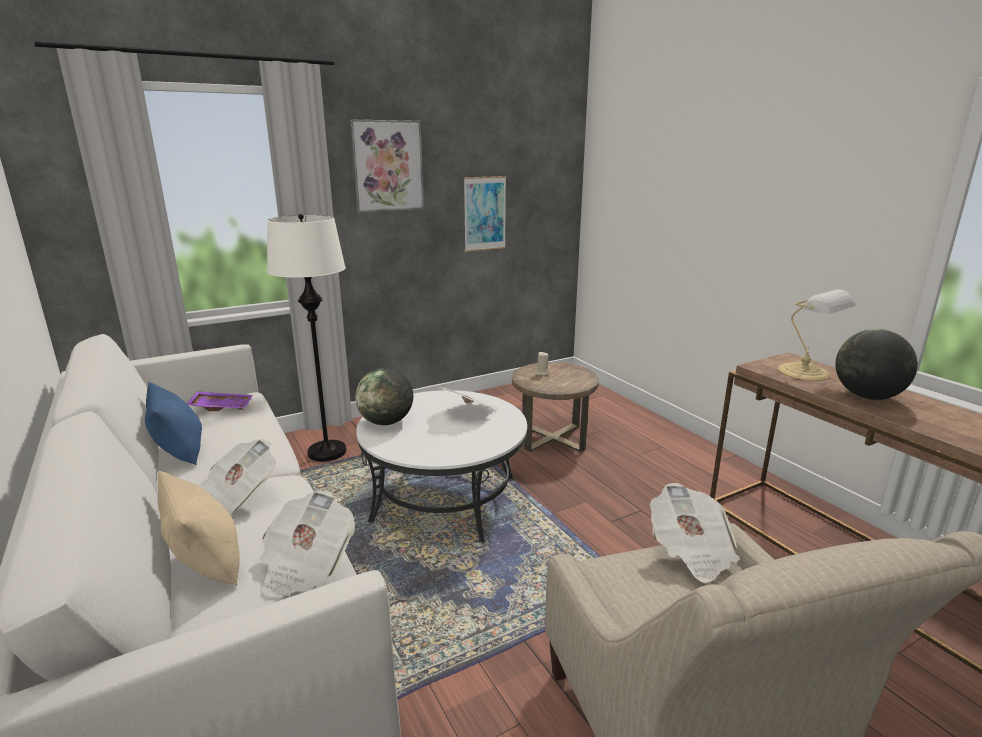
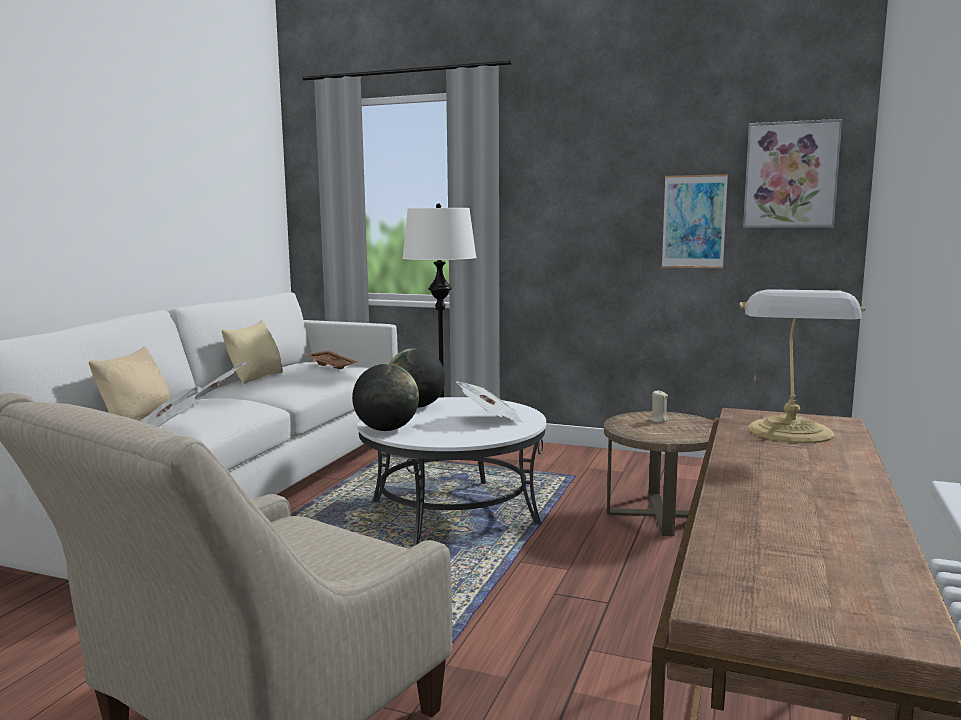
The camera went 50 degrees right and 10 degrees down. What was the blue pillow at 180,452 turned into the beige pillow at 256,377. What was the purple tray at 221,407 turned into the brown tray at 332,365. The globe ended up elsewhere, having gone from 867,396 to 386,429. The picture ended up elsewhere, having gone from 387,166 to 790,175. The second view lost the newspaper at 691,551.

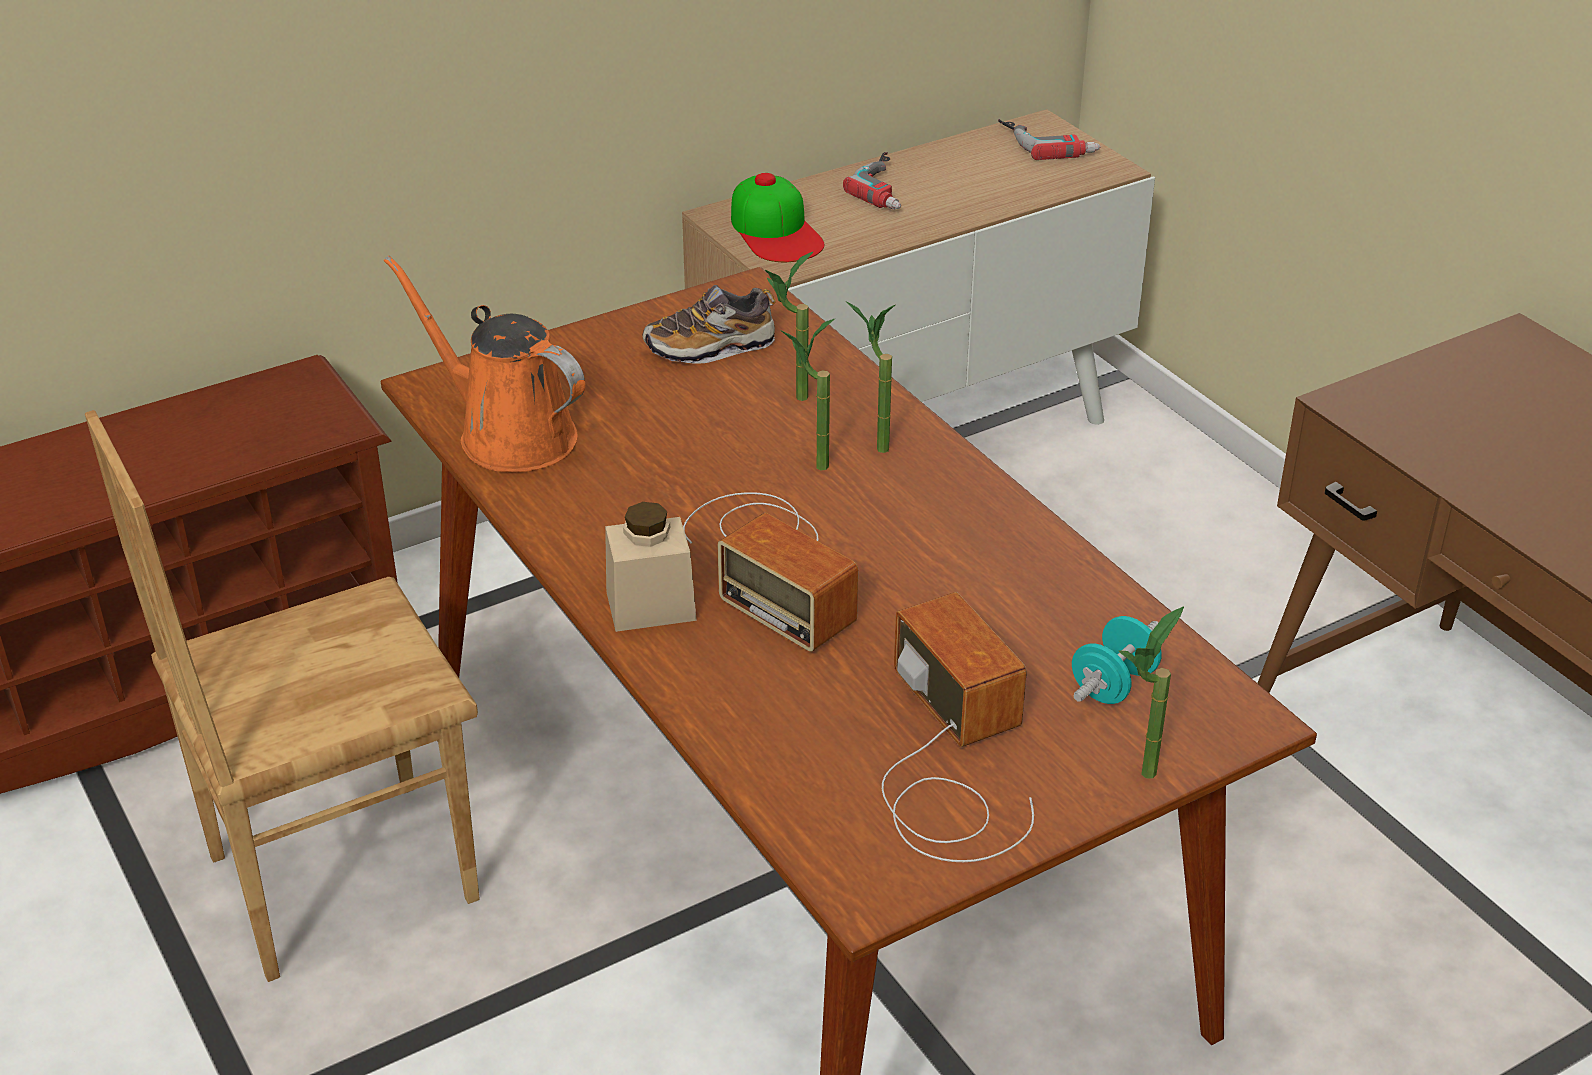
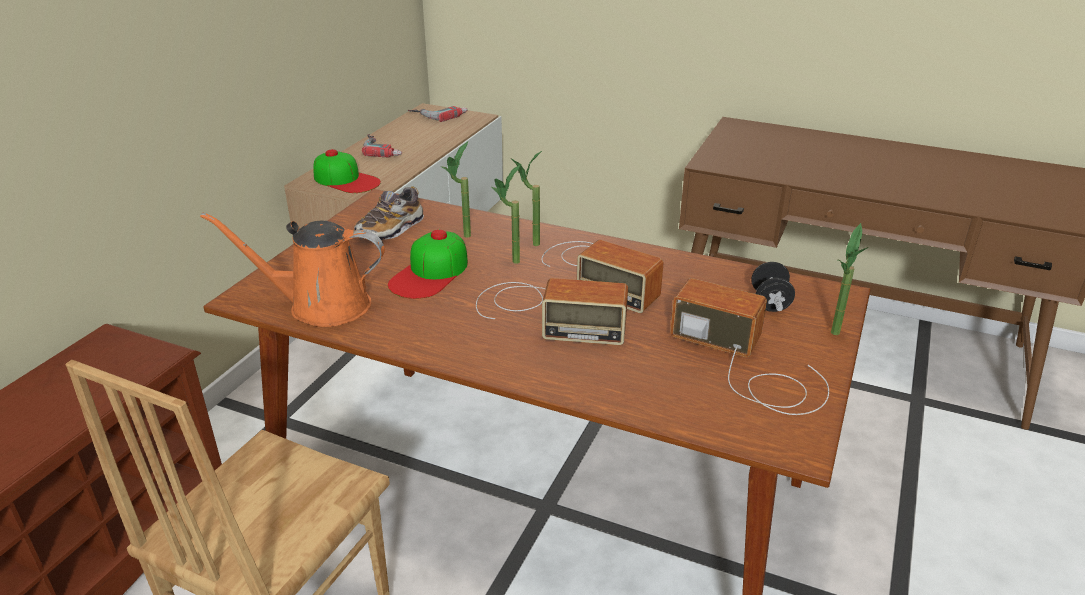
The camera went 35 degrees left and 5 degrees down. The second view gained the cap at 430,273. The second view gained the radio at 598,273. What was the turquoise dumbbell at 1113,685 turned into the black dumbbell at 770,302. The second view lost the beige jar at 651,606.

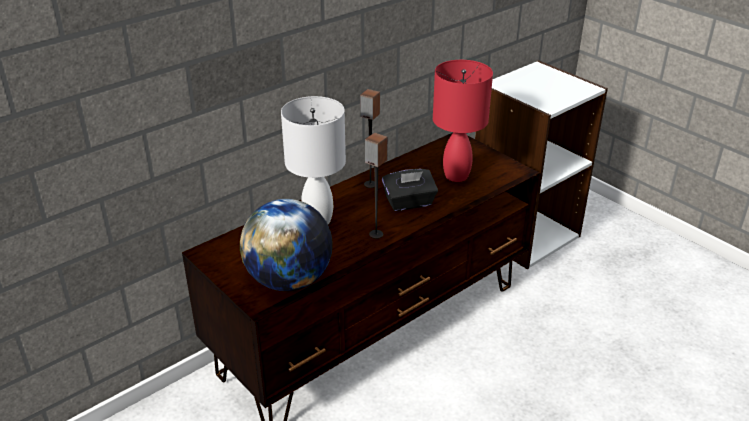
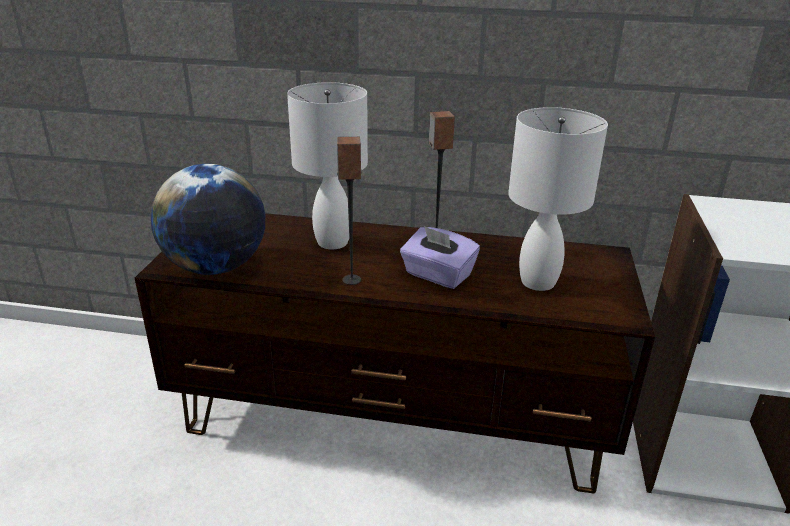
The camera went 50 degrees right and 5 degrees down. What was the black tissue box at 409,203 turned into the purple tissue box at 437,275. What was the red table lamp at 455,175 turned into the white table lamp at 538,281.

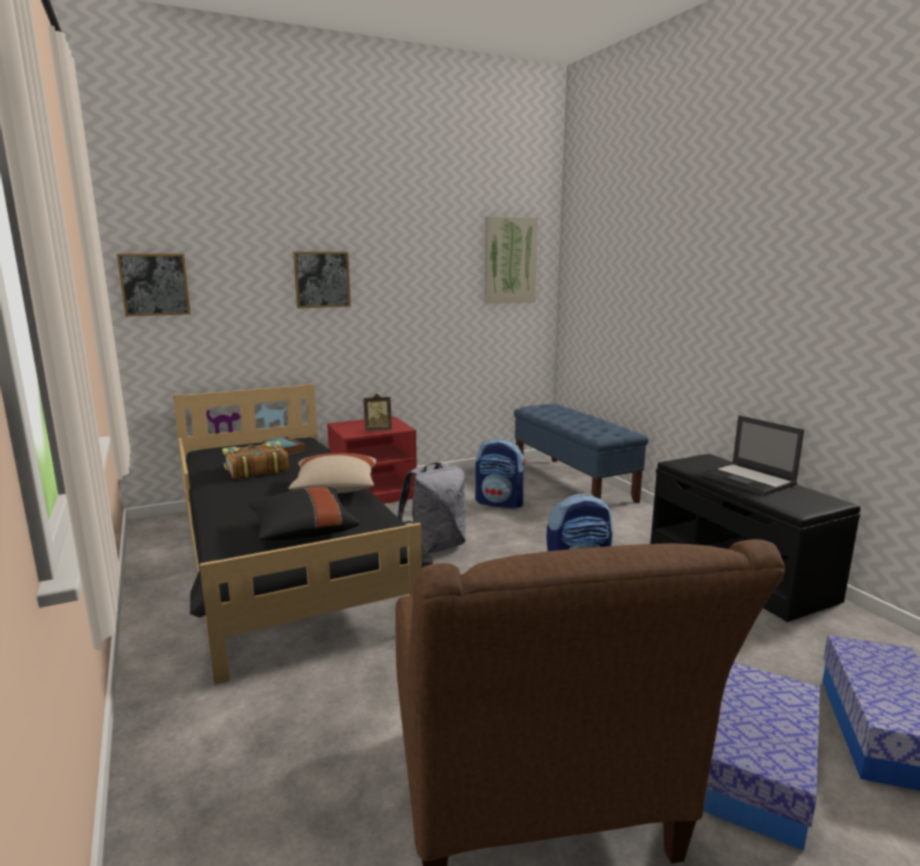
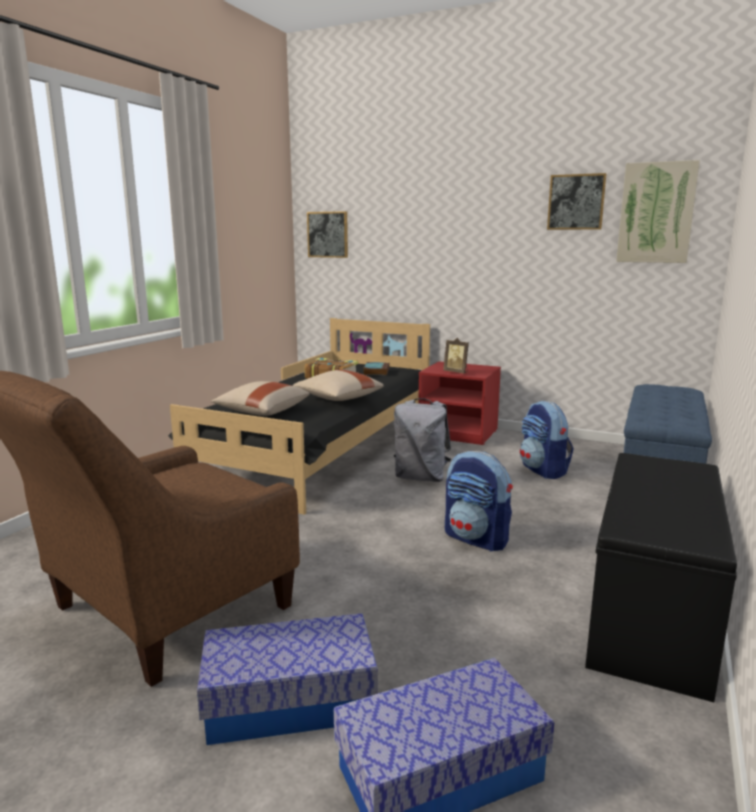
The camera went 50 degrees right and 0 degrees up. What was the black pillow at 302,531 turned into the beige pillow at 261,411. The picture ended up elsewhere, having gone from 322,279 to 576,202. The second view lost the laptop at 749,480.

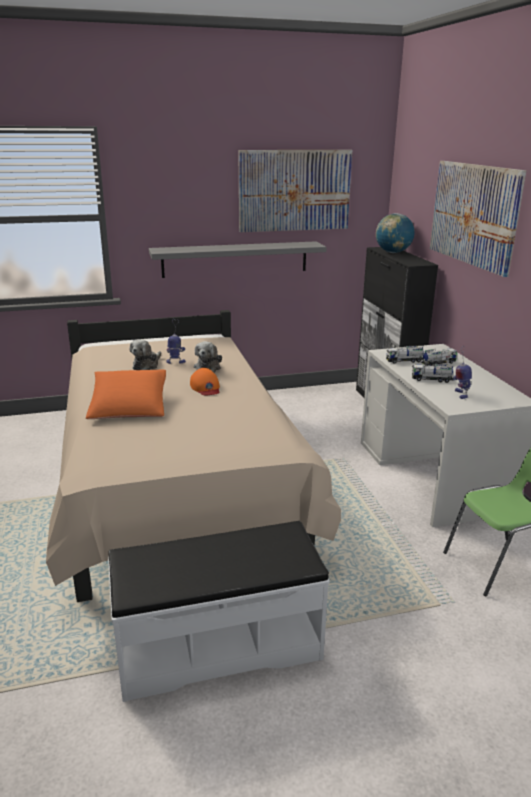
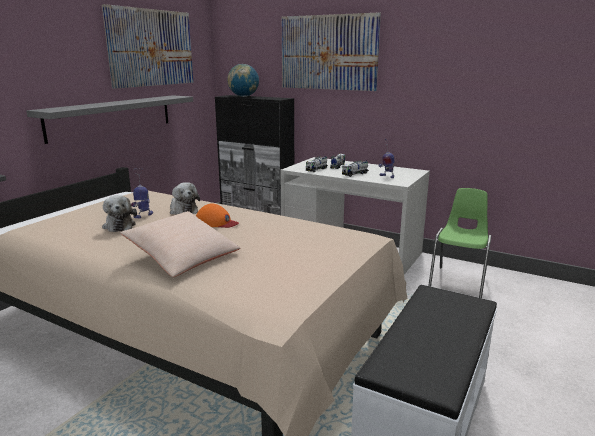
The camera went 45 degrees left and 5 degrees down. What was the orange pillow at 129,407 turned into the beige pillow at 183,257.

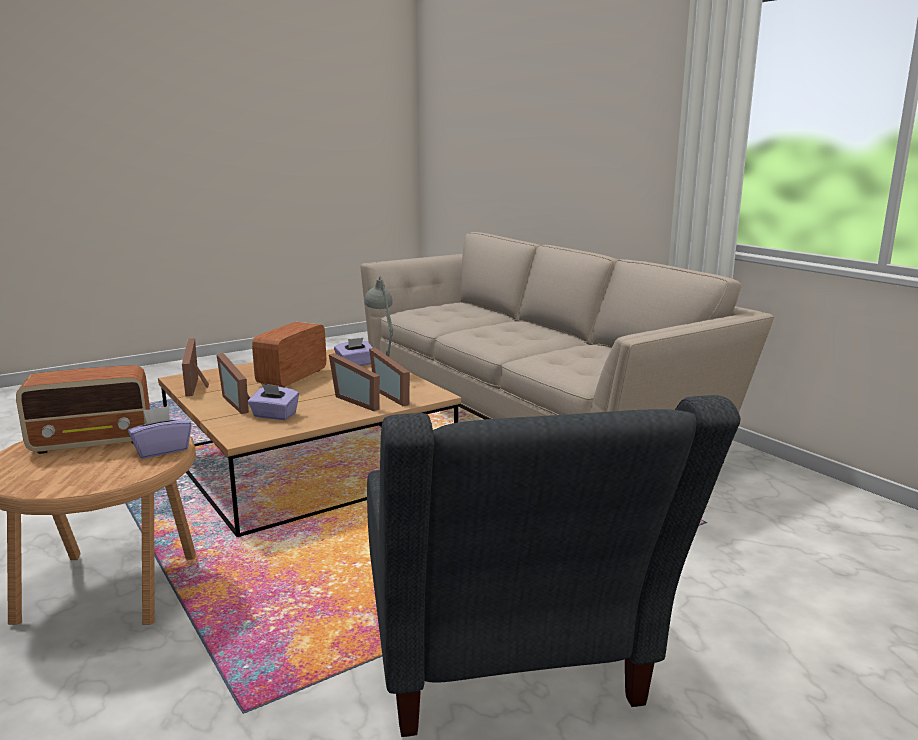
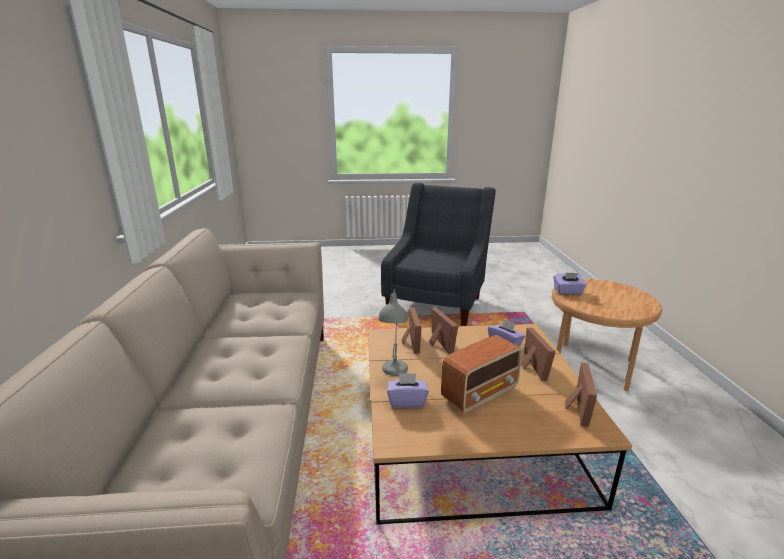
The camera went 150 degrees left and 5 degrees up. The second view lost the radio at 93,441.

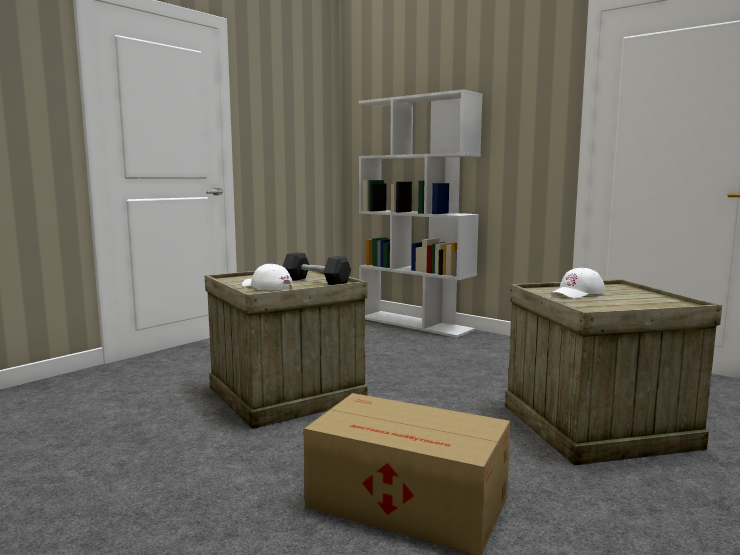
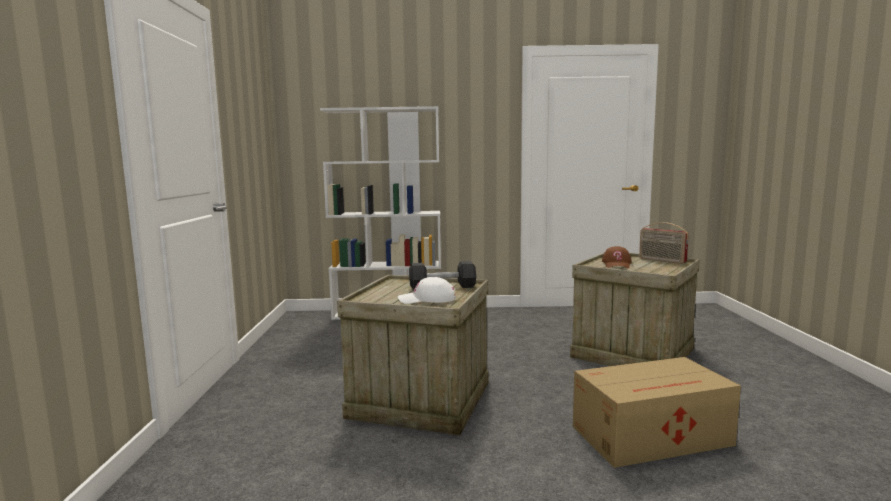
The camera went 40 degrees left and 0 degrees up. What was the white cap at 577,293 turned into the brown cap at 617,264. The second view gained the radio at 661,261.

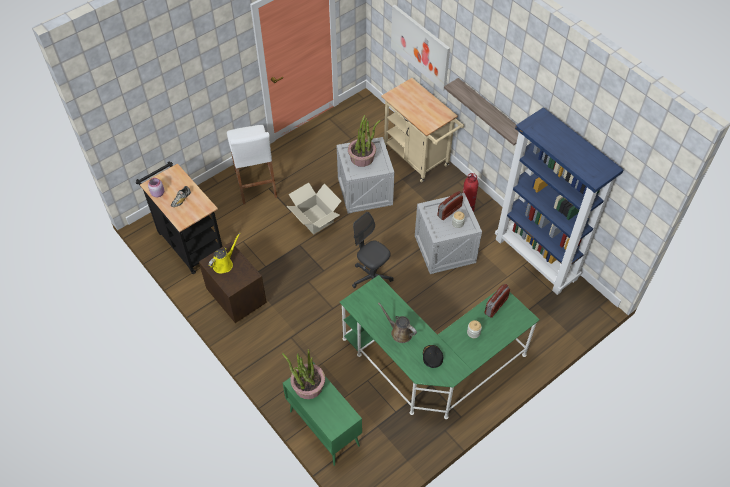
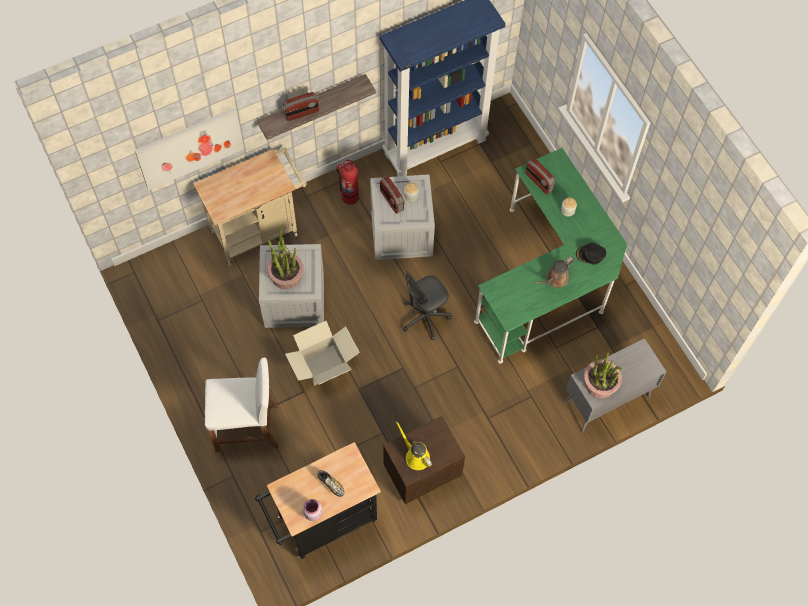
The camera went 80 degrees left and 10 degrees up. The second view gained the radio at 301,113. What was the green cabinet at 323,428 turned into the grey cabinet at 606,401.

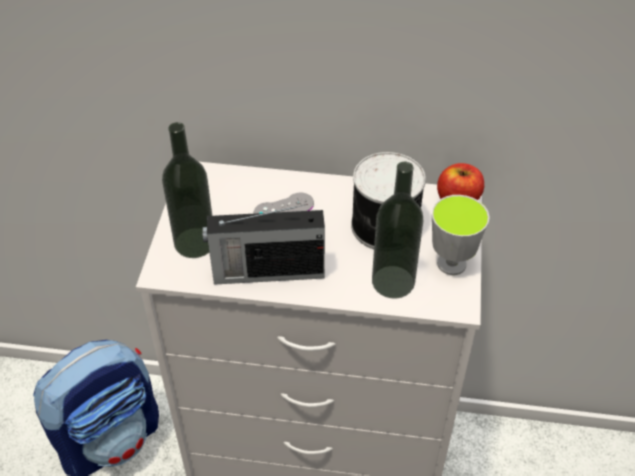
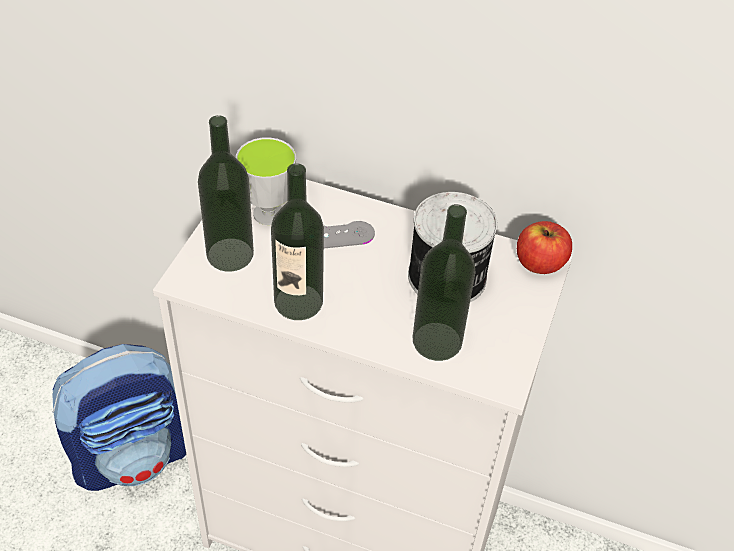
The camera went 10 degrees right and 0 degrees up. The cup ended up elsewhere, having gone from 451,264 to 268,214. Where the radio stood at 266,272, the bottle came to stand at 298,302.

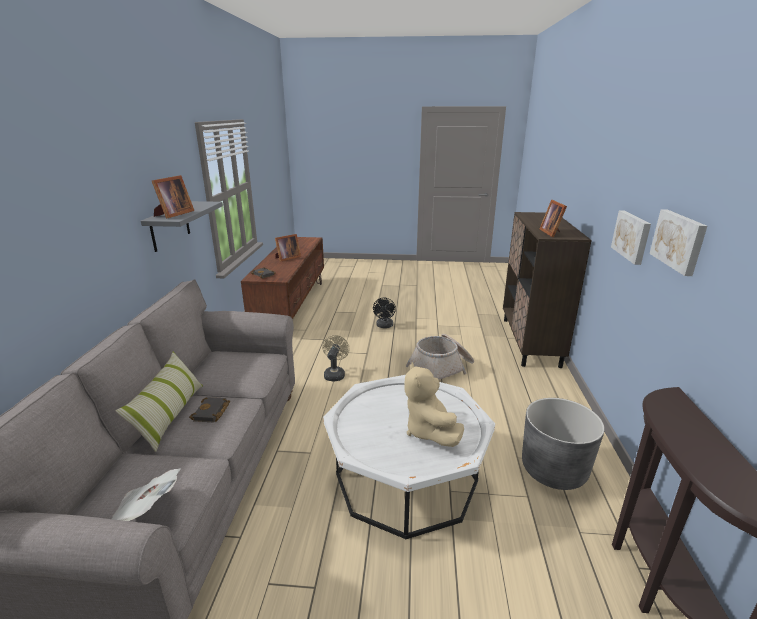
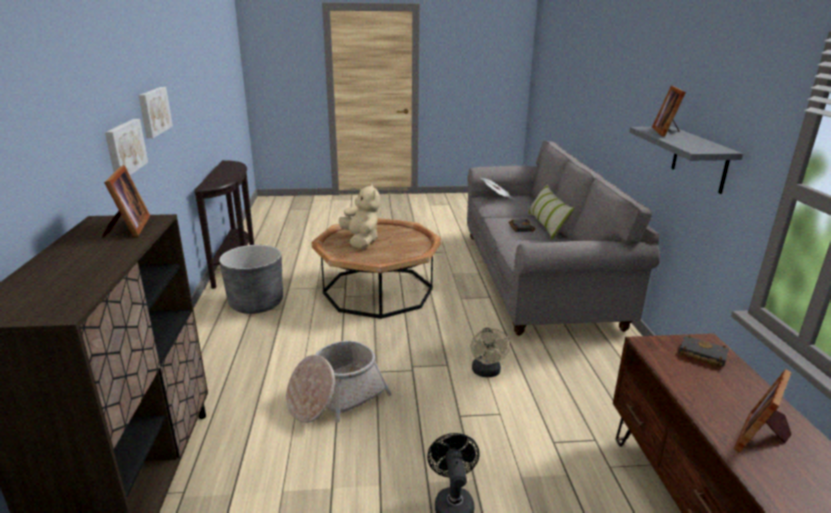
The camera went 170 degrees right and 0 degrees up. What was the white coffee table at 406,477 turned into the brown coffee table at 378,290.

